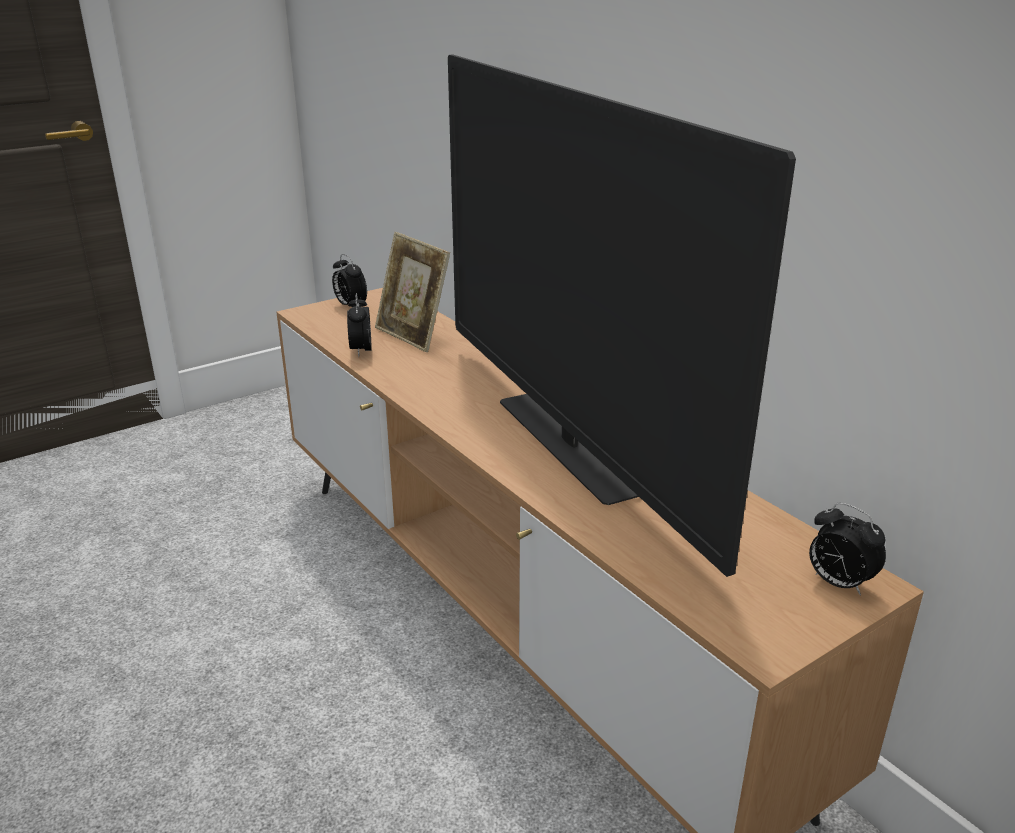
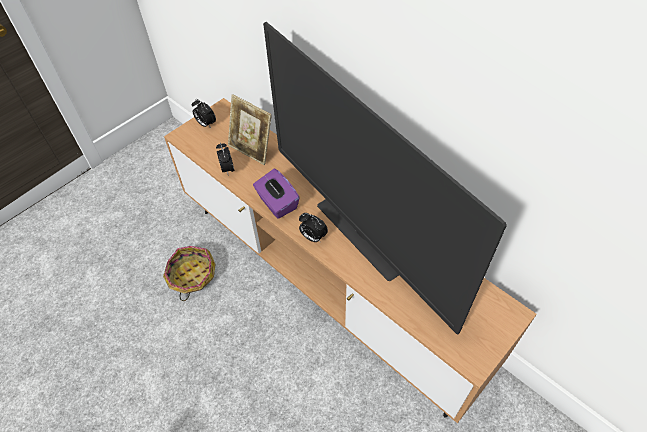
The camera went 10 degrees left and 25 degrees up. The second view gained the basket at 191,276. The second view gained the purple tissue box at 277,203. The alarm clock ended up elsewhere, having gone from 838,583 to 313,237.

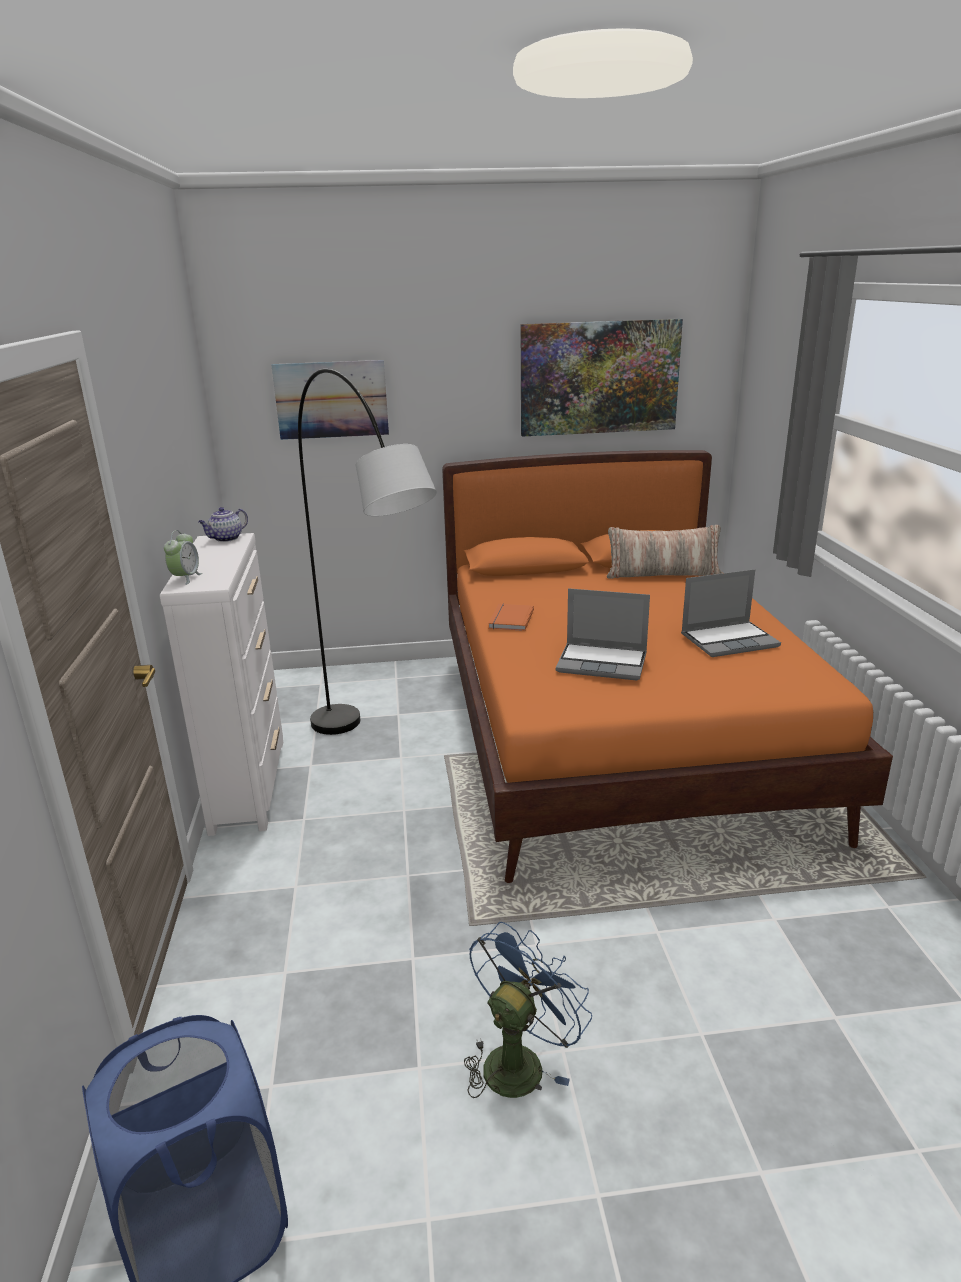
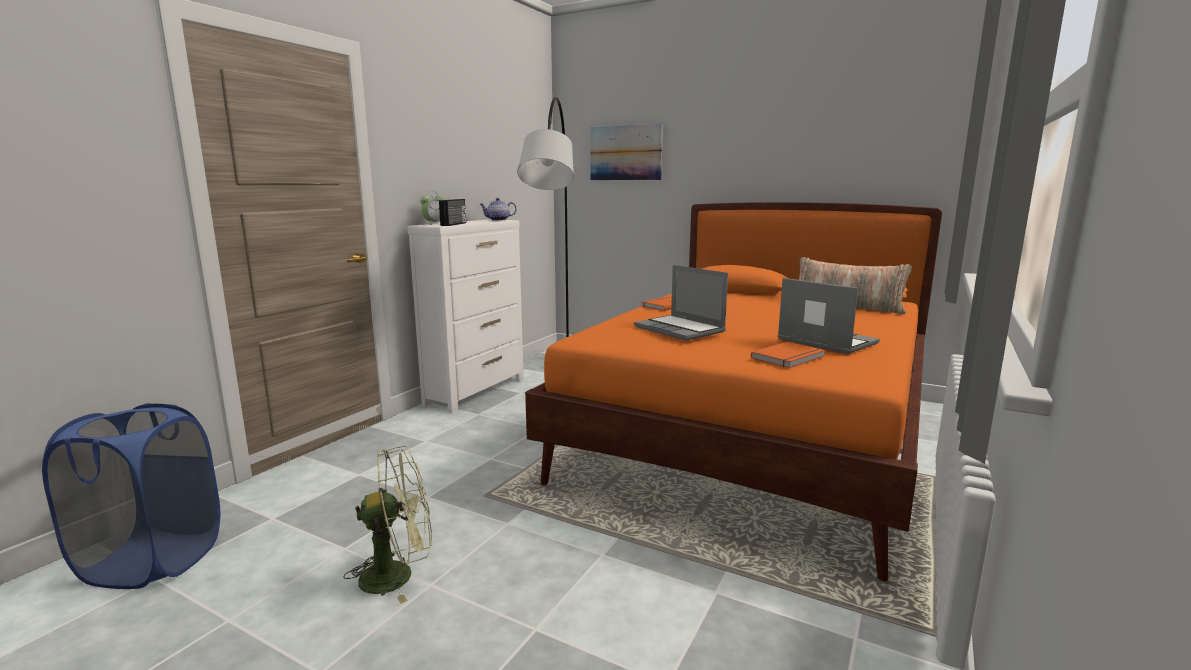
The camera went 35 degrees right and 10 degrees down. What was the blue fan at 519,1060 turned into the green fan at 398,575. The second view gained the radio at 454,224. The second view gained the orange book at 790,358. The laptop at 729,640 ended up facing another way, 150 degrees counterclockwise from before. The second view lost the picture at 599,377.

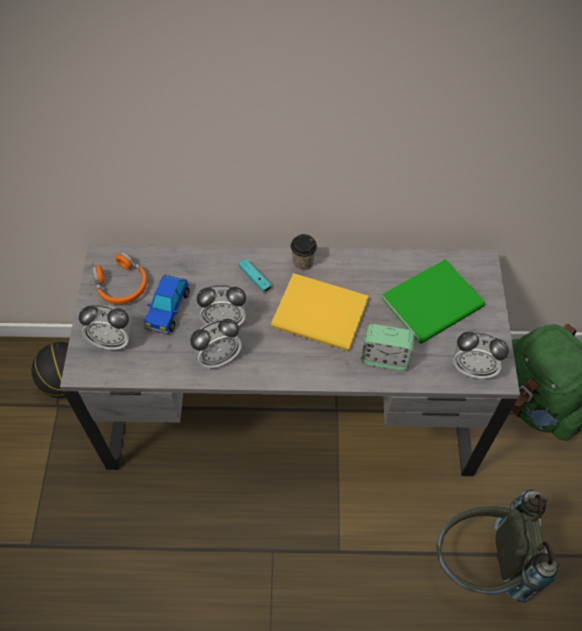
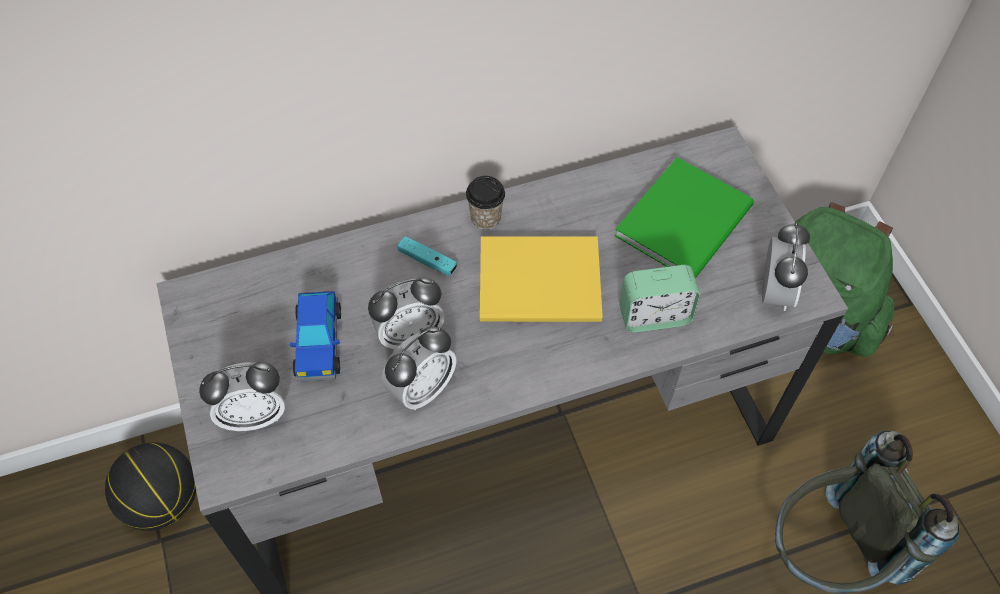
The camera went 20 degrees left and 0 degrees up. The alarm clock at 473,368 ended up facing another way, 75 degrees counterclockwise from before. The second view lost the orange headphones at 121,285.

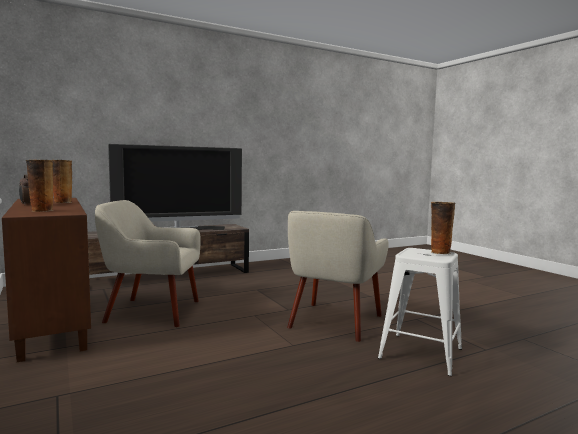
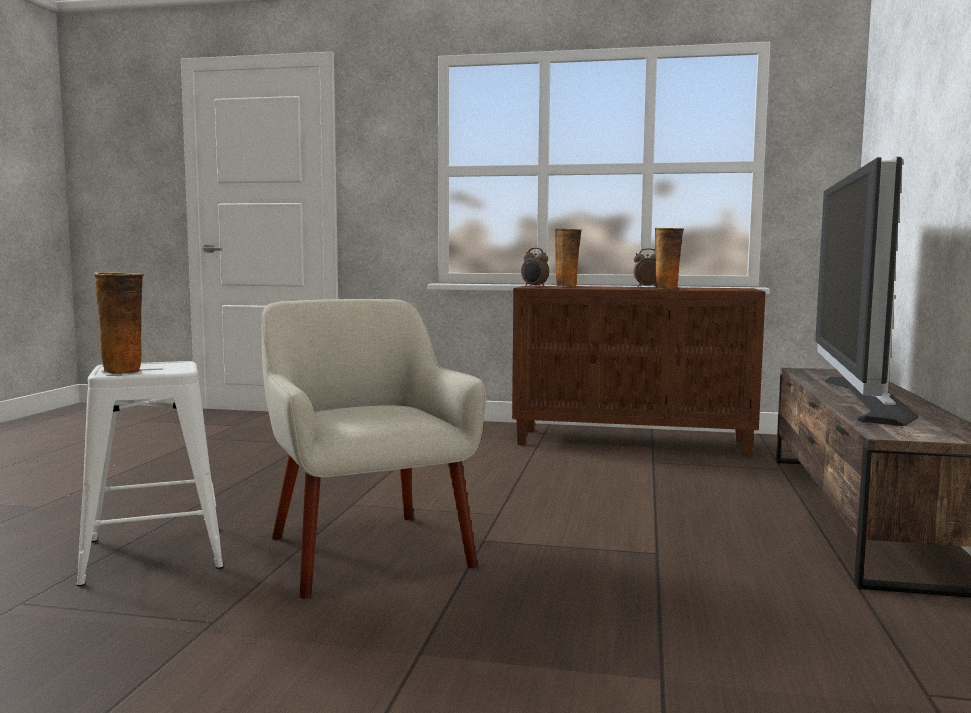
The camera went 130 degrees right and 0 degrees up. The second view gained the alarm clock at 534,286. The second view lost the beige armchair at 151,311.

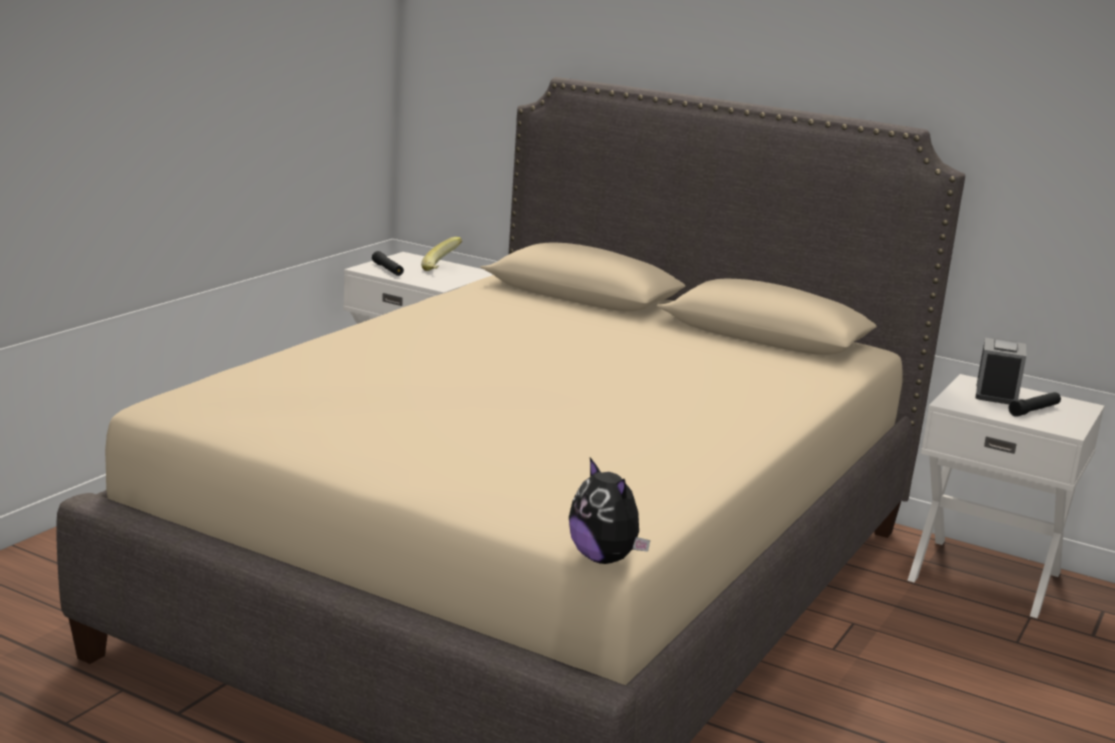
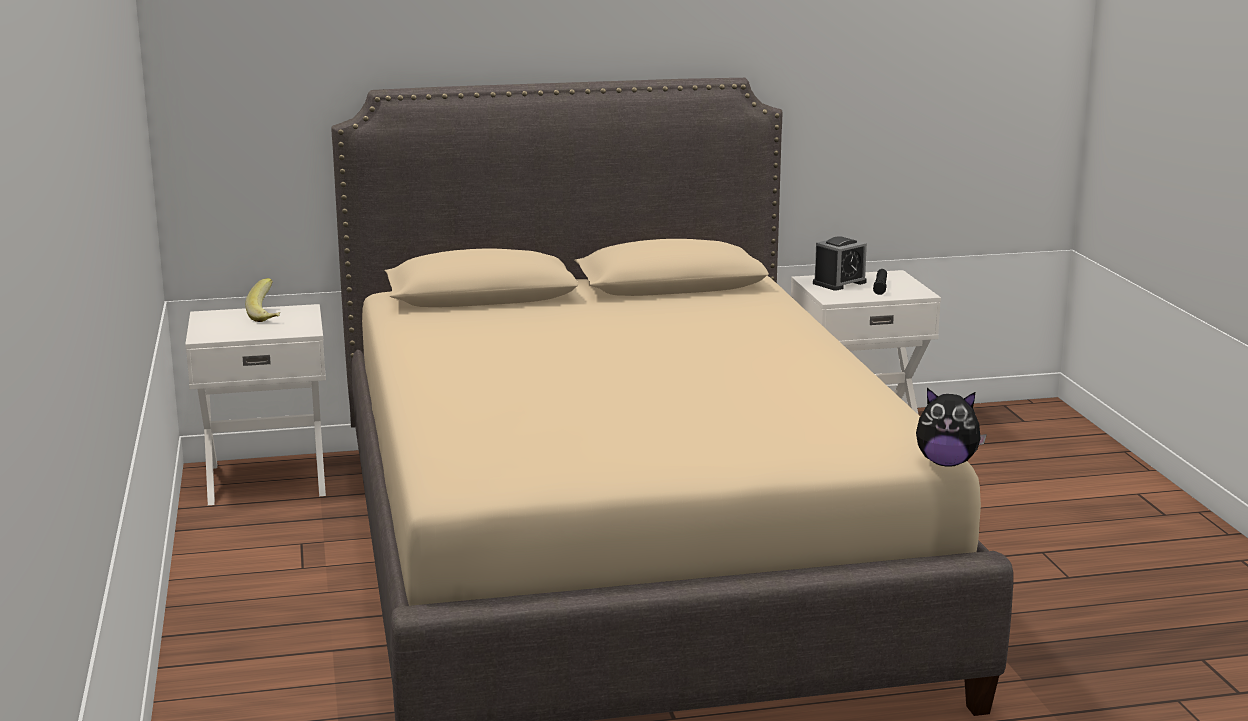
The camera went 40 degrees left and 0 degrees up. The alarm clock at 996,393 ended up facing another way, 75 degrees clockwise from before. The second view lost the black flashlight at 387,269.

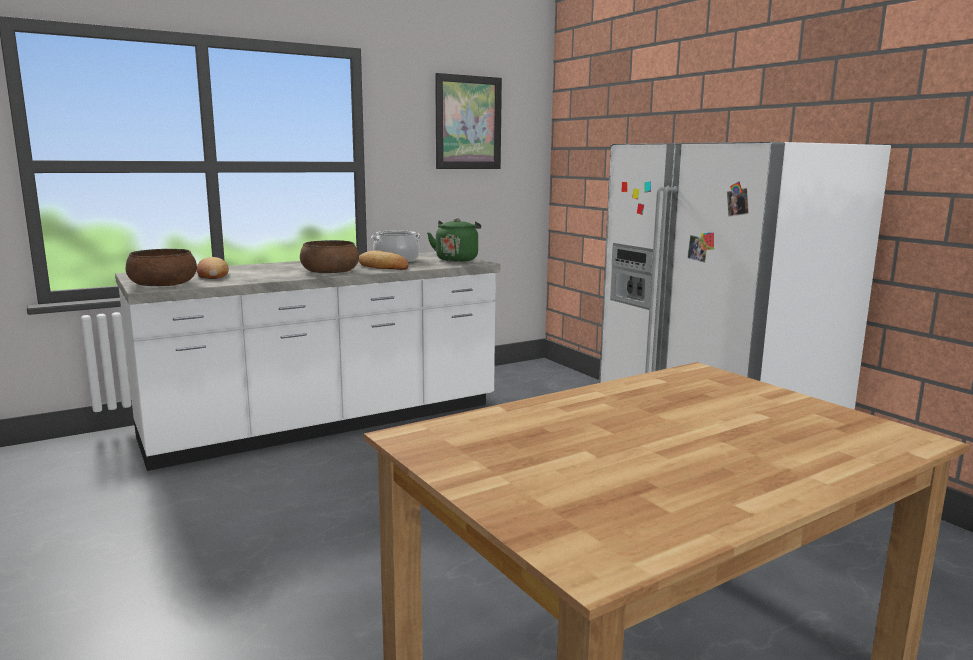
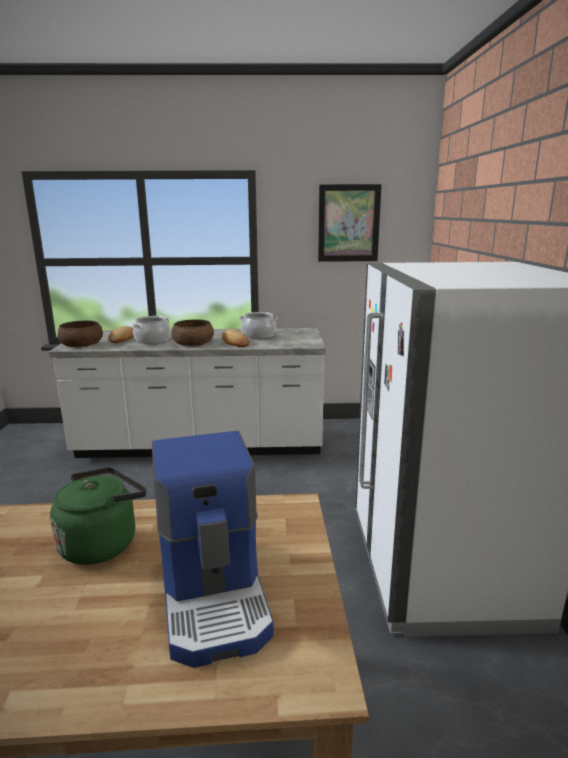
The camera went 30 degrees right and 5 degrees up. The green kettle ended up elsewhere, having gone from 457,259 to 102,543. The second view gained the cooking pot at 152,340. The second view gained the coffee machine at 215,593.

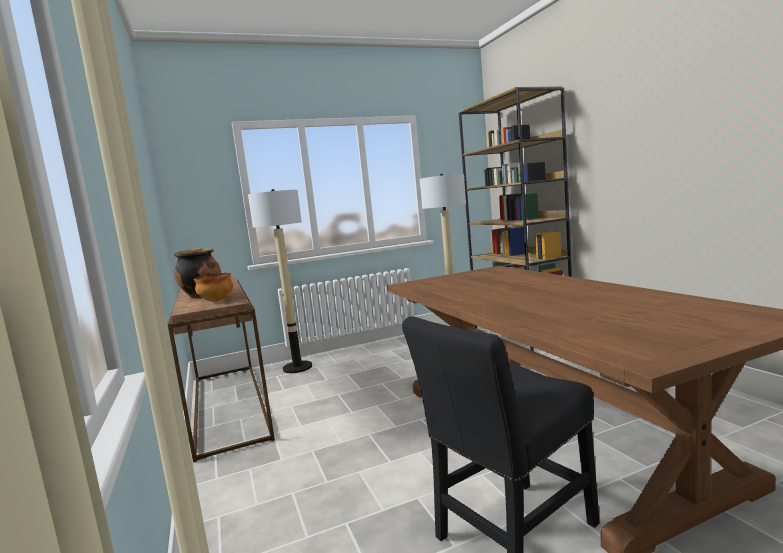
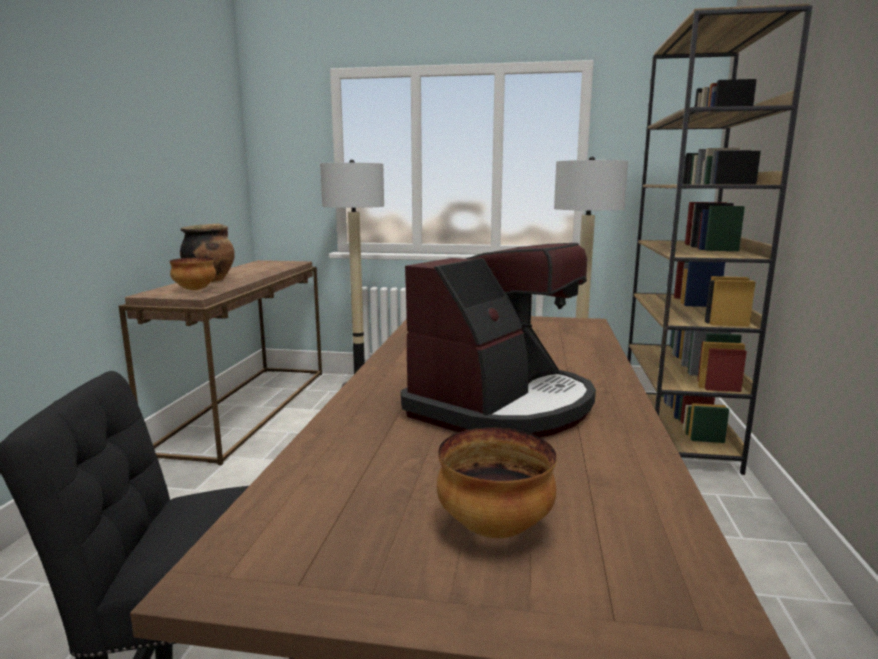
The camera went 30 degrees right and 5 degrees up. The second view gained the coffee machine at 502,406. The second view gained the bowl at 496,527.

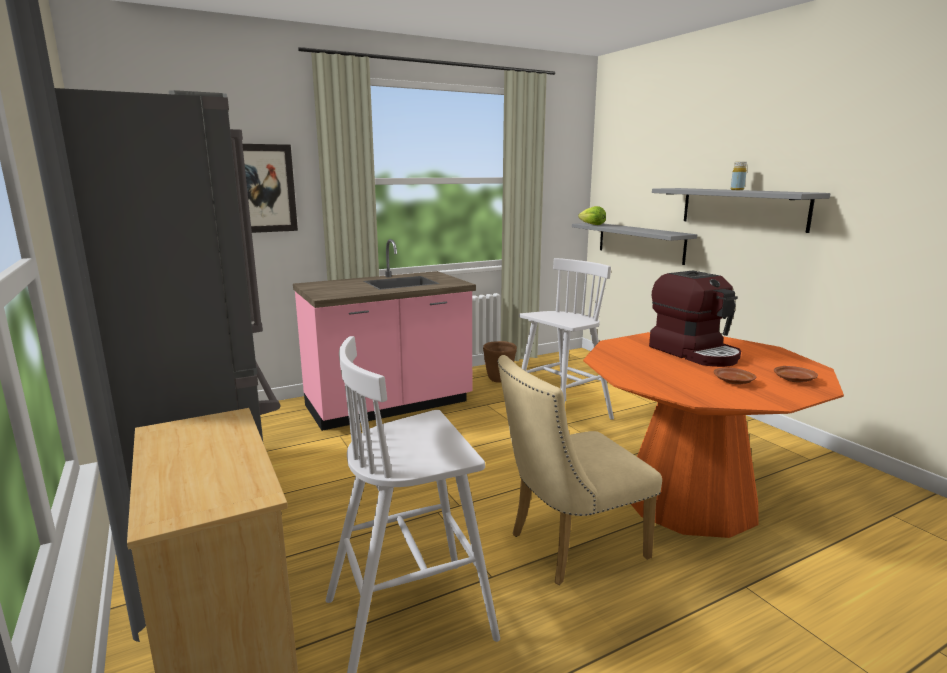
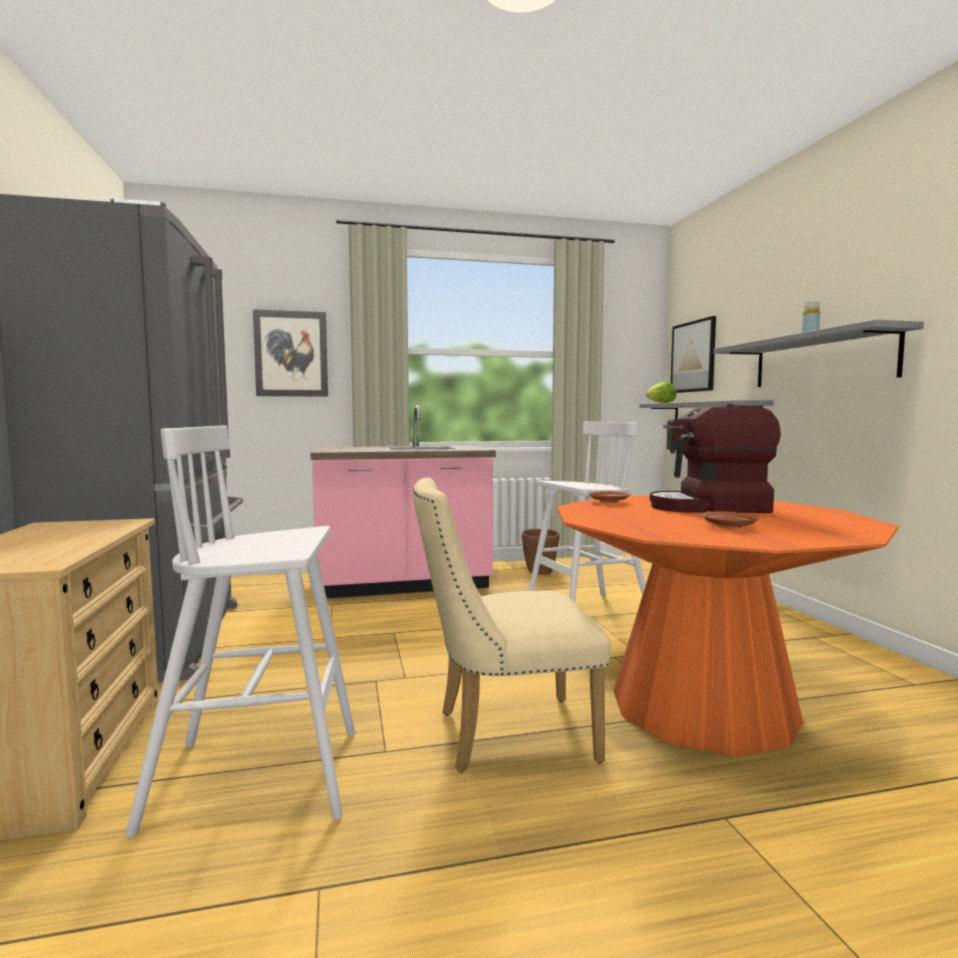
The camera went 15 degrees right and 10 degrees down. The brown plate ended up elsewhere, having gone from 794,380 to 609,502. The coffee machine at 695,352 ended up facing another way, 105 degrees clockwise from before. The second view gained the picture at 693,357.

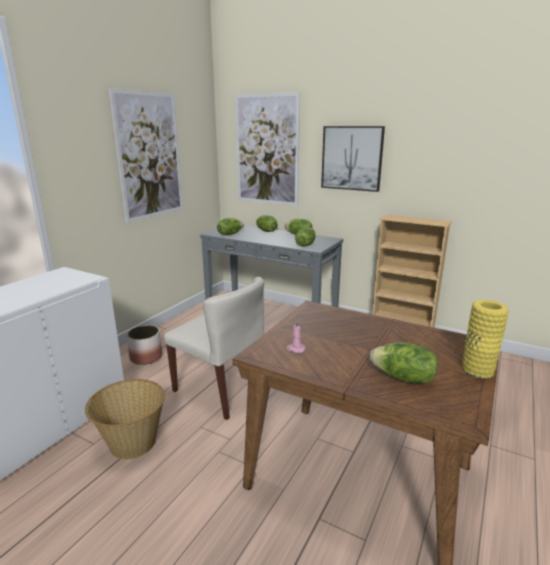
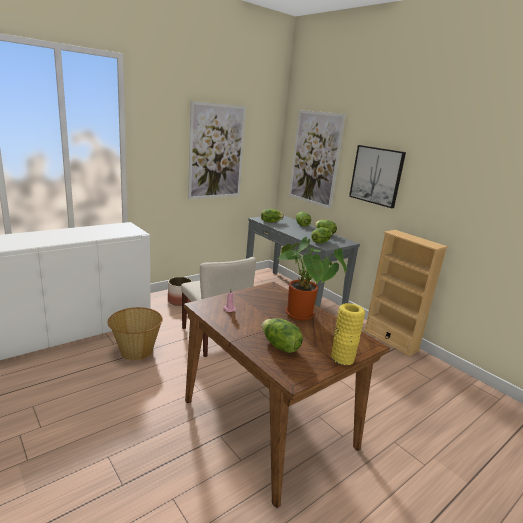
The camera went 20 degrees right and 0 degrees up. The second view gained the potted plant at 302,315.

